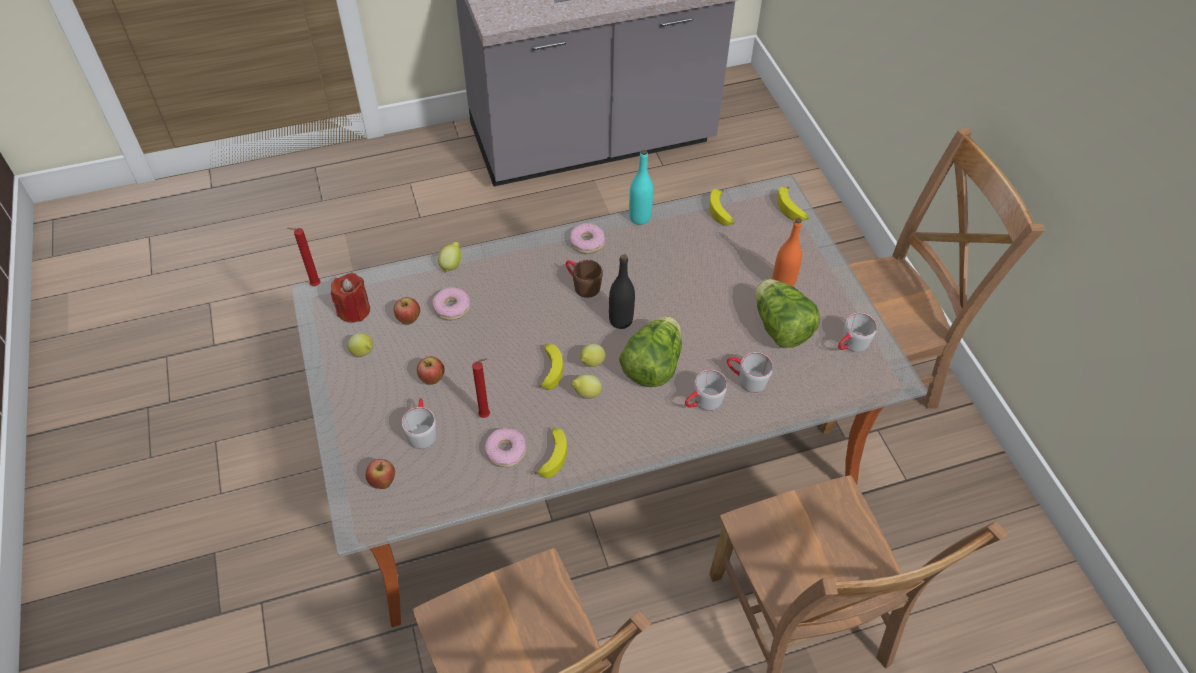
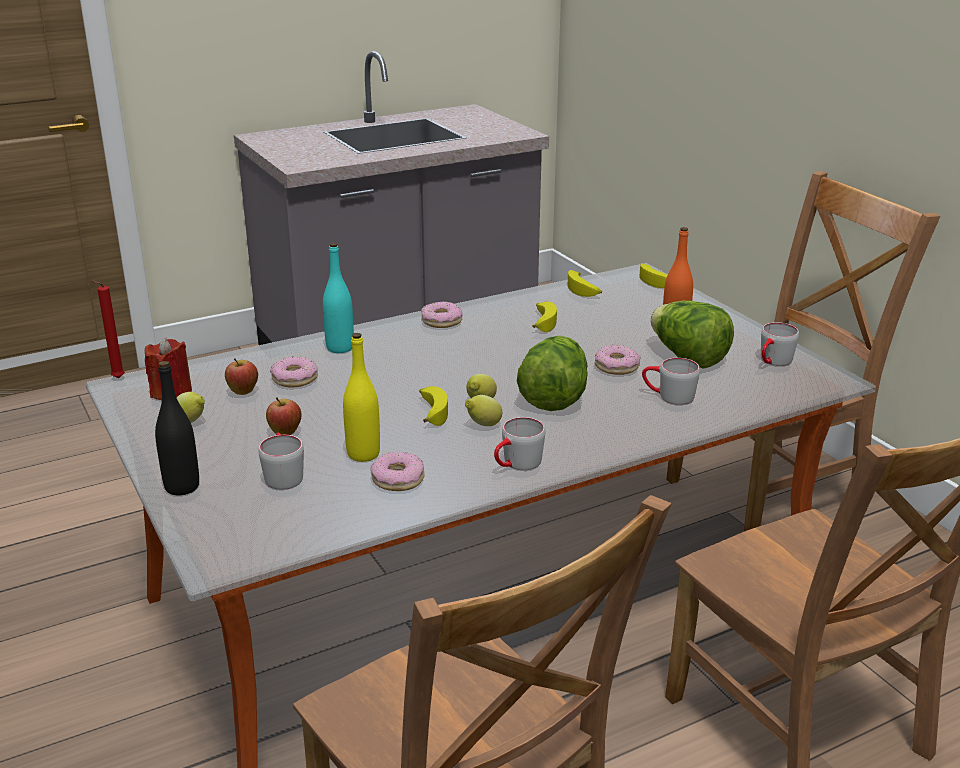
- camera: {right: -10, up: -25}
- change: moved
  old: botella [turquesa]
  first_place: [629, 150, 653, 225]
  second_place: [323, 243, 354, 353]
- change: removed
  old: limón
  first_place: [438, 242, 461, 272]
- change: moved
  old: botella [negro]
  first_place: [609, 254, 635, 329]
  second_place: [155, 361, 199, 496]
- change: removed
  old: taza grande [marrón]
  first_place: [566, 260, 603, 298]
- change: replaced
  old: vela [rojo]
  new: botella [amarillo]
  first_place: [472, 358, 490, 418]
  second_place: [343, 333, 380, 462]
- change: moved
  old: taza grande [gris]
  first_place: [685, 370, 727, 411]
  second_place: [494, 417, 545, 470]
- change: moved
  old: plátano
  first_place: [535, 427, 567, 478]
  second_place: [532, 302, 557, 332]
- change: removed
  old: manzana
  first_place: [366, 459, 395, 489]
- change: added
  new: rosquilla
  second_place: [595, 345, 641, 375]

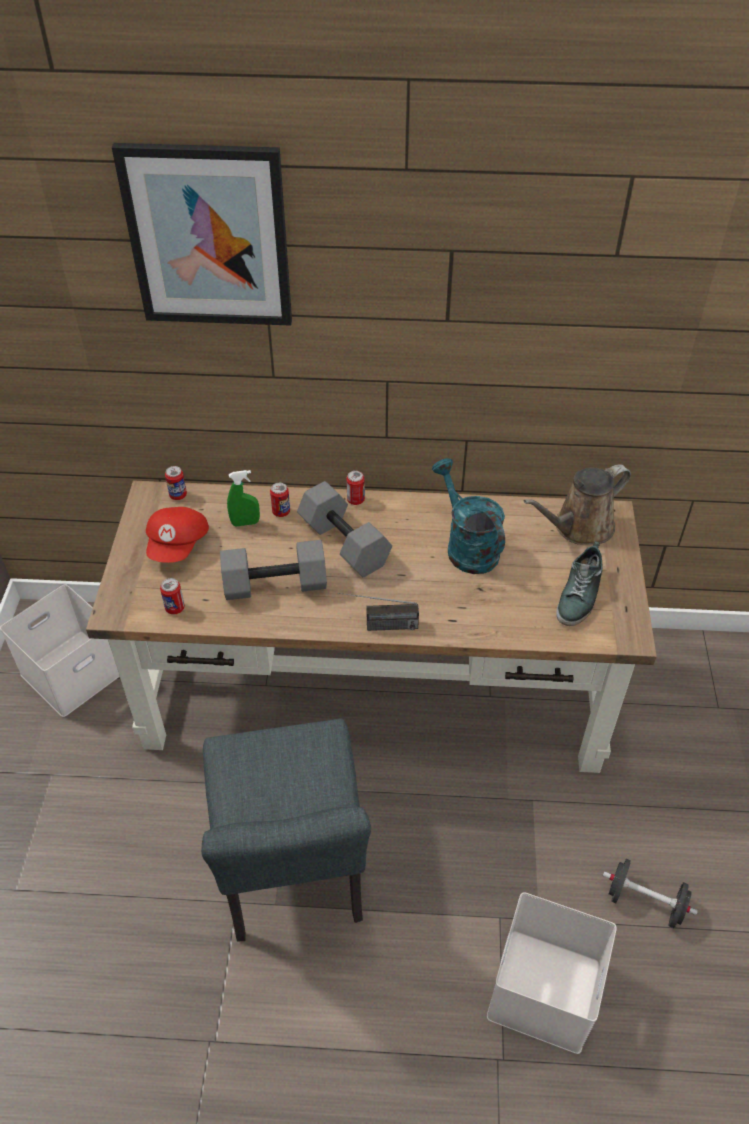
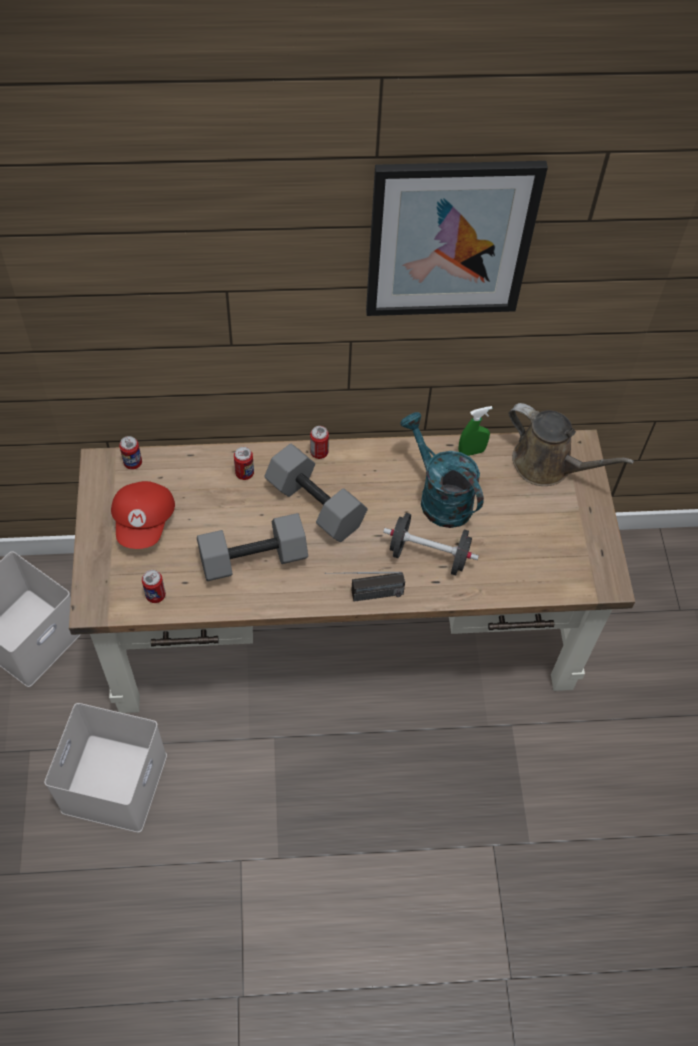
- camera: {right: -10, up: 10}
- change: moved
  old: cuadro
  first_place: [112, 143, 292, 326]
  second_place: [366, 161, 548, 316]
- change: turned
  old: regadera [marrón]
  first_place: [524, 464, 631, 545]
  second_place: [509, 403, 634, 486]
  degrees: -105
- change: moved
  old: pulverizador [verde]
  first_place: [227, 470, 260, 526]
  second_place: [458, 406, 492, 456]
- change: removed
  old: zapato
  first_place: [556, 541, 603, 626]
- change: removed
  old: silla [gris]
  first_place: [201, 719, 371, 941]
- change: moved
  old: mancuerna [negro]
  first_place: [603, 859, 698, 928]
  second_place: [383, 513, 479, 575]
- change: moved
  old: caja de almacenaje [blanco]
  first_place: [487, 892, 617, 1054]
  second_place: [44, 703, 167, 833]

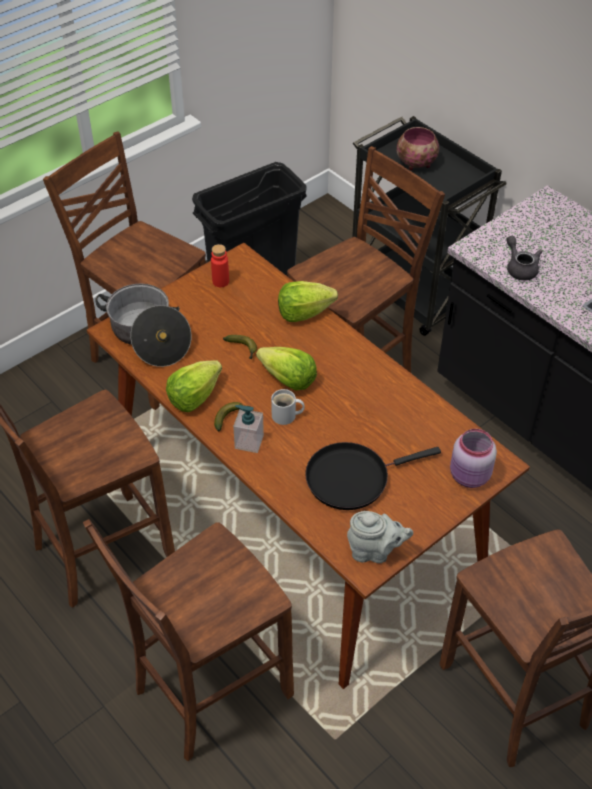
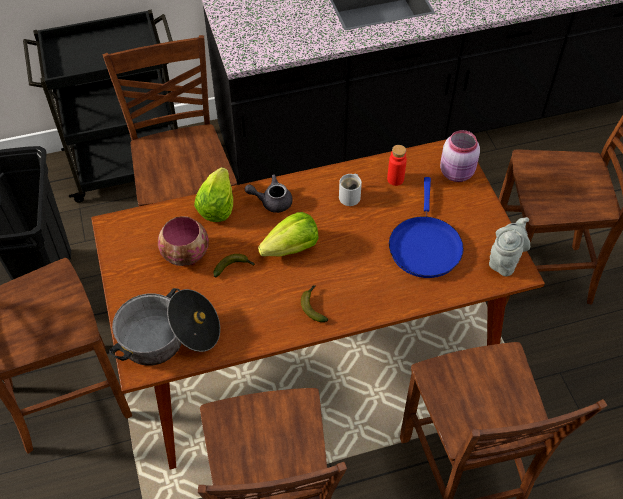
- camera: {right: -65, up: 5}
- change: moved
  old: cuenco
  first_place: [396, 127, 439, 170]
  second_place: [158, 216, 209, 266]
- change: moved
  old: tetera [gris]
  first_place: [506, 236, 542, 280]
  second_place: [245, 174, 293, 213]
- change: moved
  old: botella [rojo]
  first_place: [211, 244, 229, 287]
  second_place: [387, 145, 407, 186]
- change: removed
  old: lechuga
  first_place: [166, 360, 222, 412]
- change: moved
  old: taza grande [blanco]
  first_place: [271, 389, 305, 425]
  second_place: [339, 174, 362, 206]
- change: removed
  old: dispensador de jabón
  first_place: [233, 405, 264, 453]
- change: recoloured
  old: sartén [negro]
  new: sartén [azul]
  first_place: [305, 442, 441, 510]
  second_place: [389, 177, 464, 278]

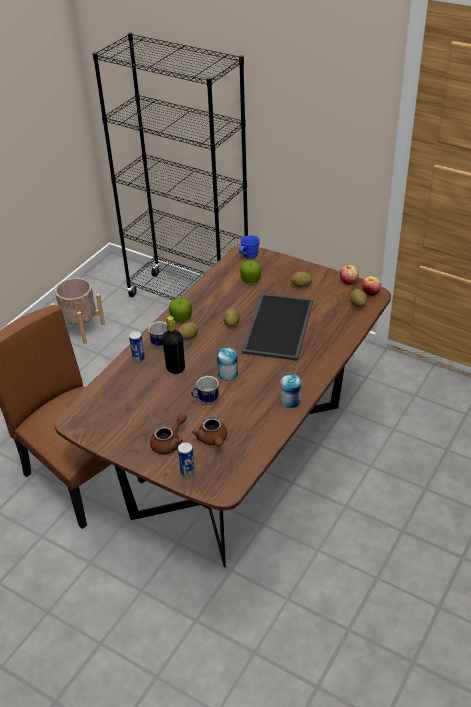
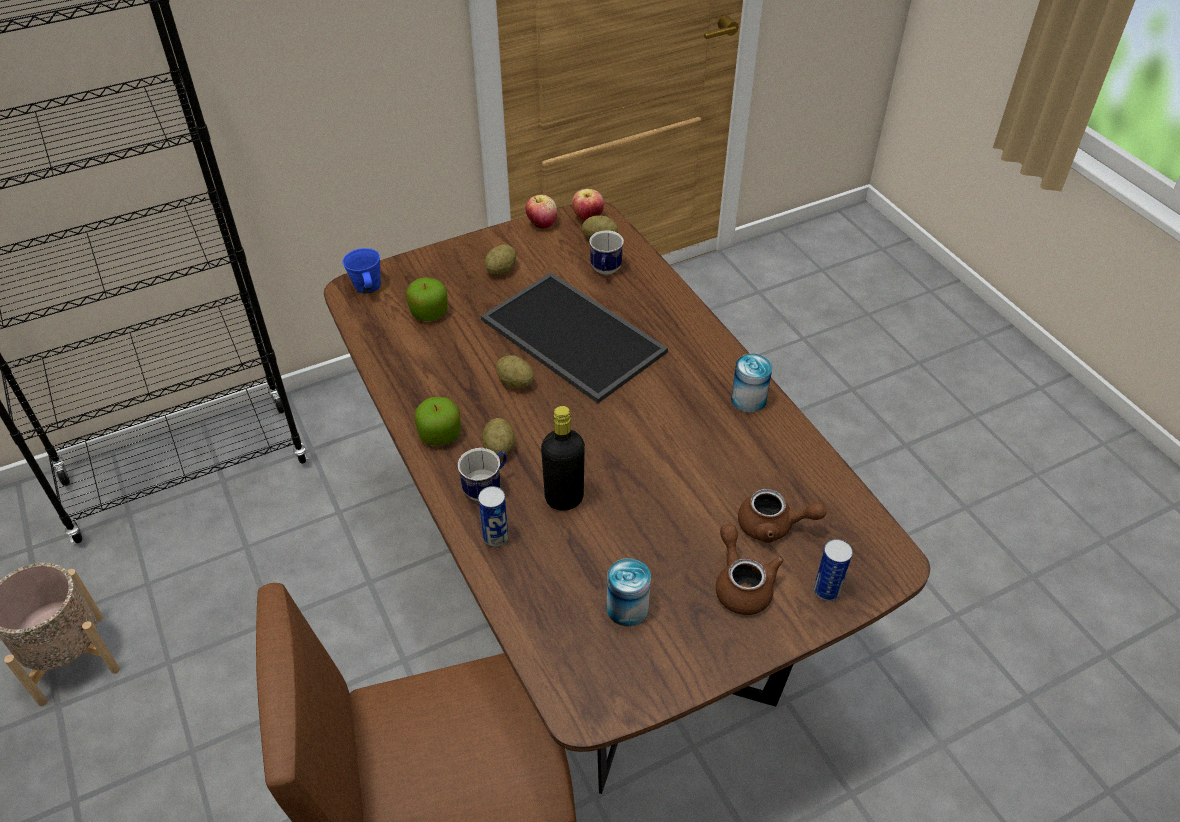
- camera: {right: -60, up: 5}
- change: moved
  old: lata
  first_place: [217, 347, 238, 380]
  second_place: [607, 558, 651, 627]
- change: moved
  old: taza grande
  first_place: [191, 376, 219, 404]
  second_place: [589, 230, 624, 274]

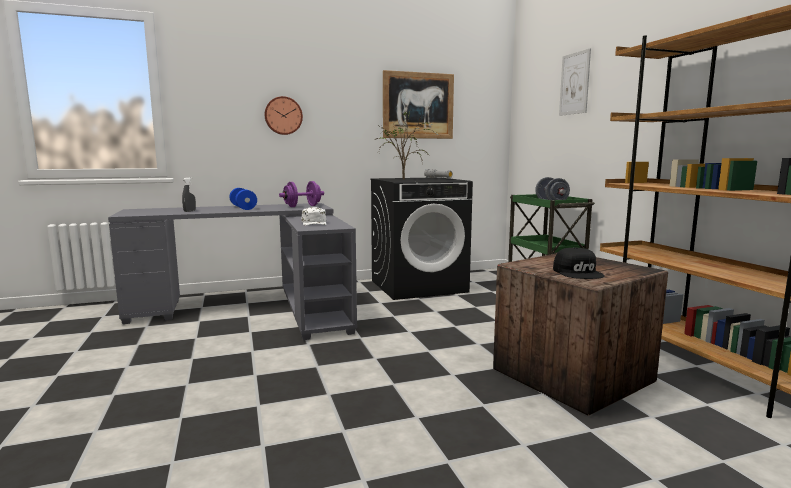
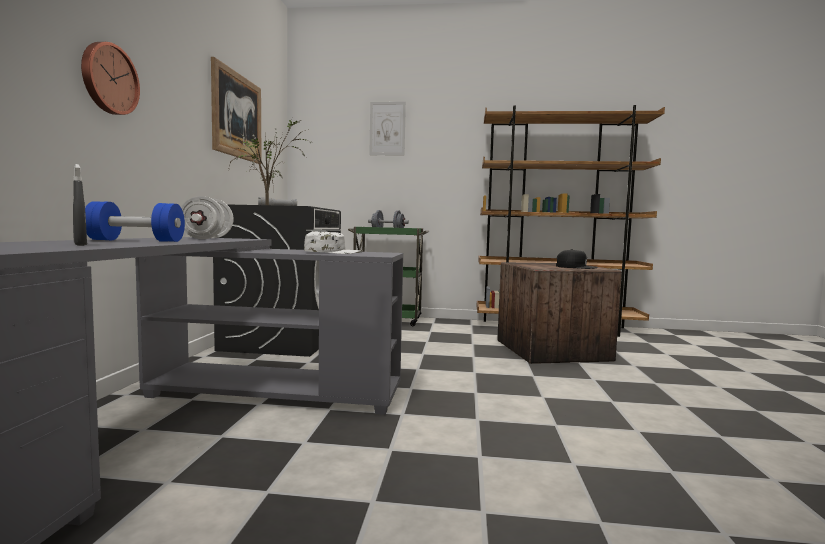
- camera: {right: -65, up: -5}
- change: recoloured
  old: mancuerna [morado]
  new: mancuerna [blanco]
  first_place: [279, 181, 324, 207]
  second_place: [181, 196, 234, 239]

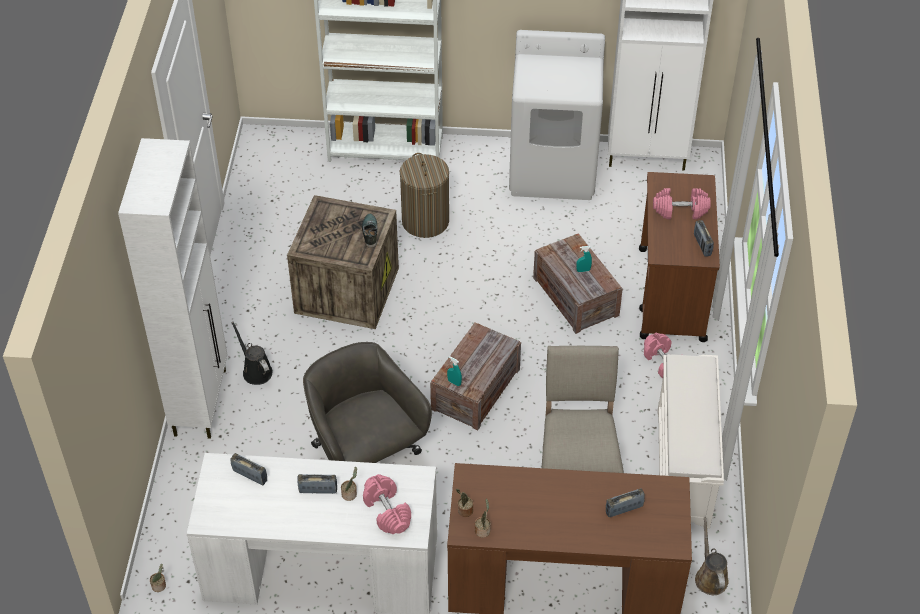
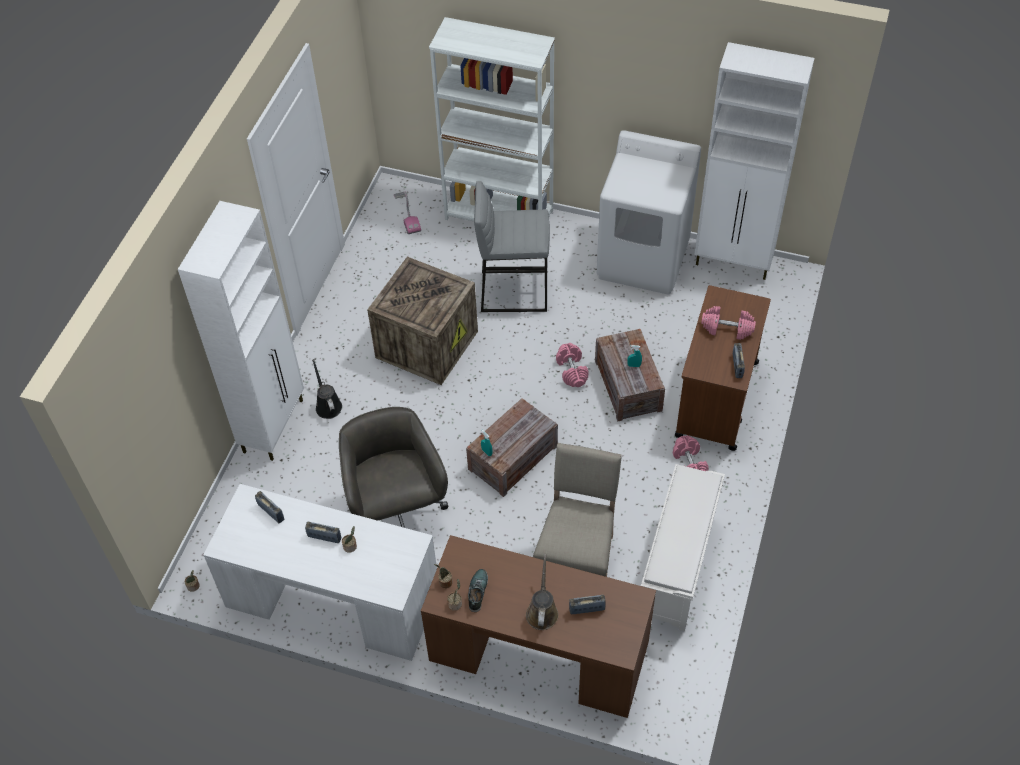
- camera: {right: 15, up: 5}
- change: replaced
  old: cesto de la ropa
  new: taburete [gris]
  first_place: [400, 153, 449, 238]
  second_place: [474, 181, 550, 312]
- change: moved
  old: zapato
  first_place: [362, 214, 378, 248]
  second_place: [468, 569, 488, 612]
- change: moved
  old: mancuerna [rosa]
  first_place: [363, 474, 411, 534]
  second_place: [556, 343, 588, 387]
- change: moved
  old: regadera [marrón]
  first_place: [695, 517, 728, 595]
  second_place: [526, 554, 559, 630]
- change: added
  new: aspiradora
  second_place: [394, 192, 421, 234]

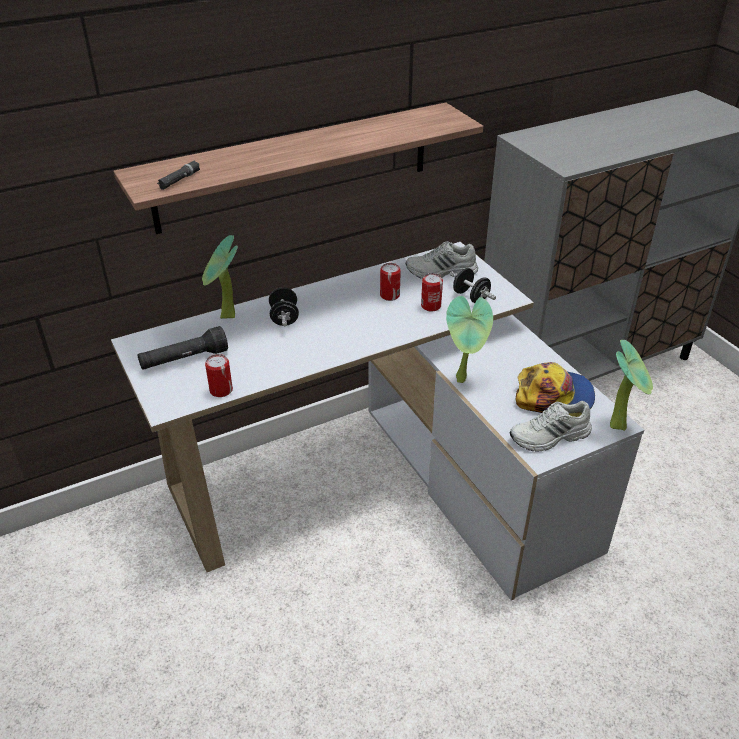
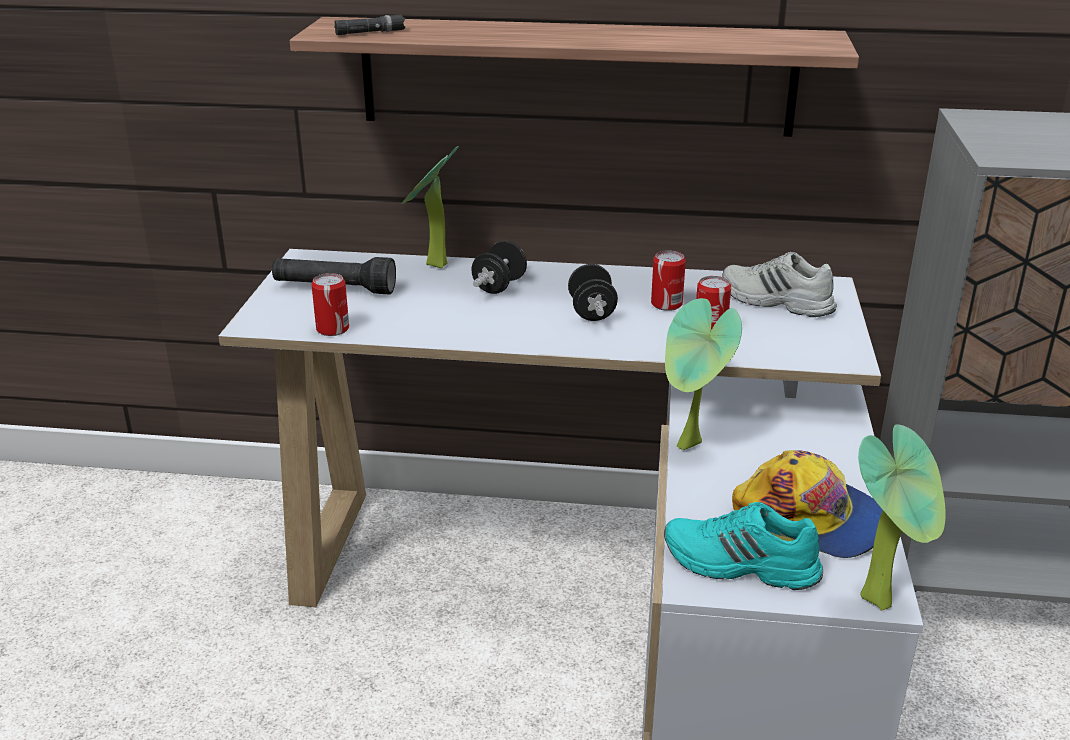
- camera: {right: 35, up: -10}
- change: moved
  old: mancuerna [negro]
  first_place: [450, 268, 496, 303]
  second_place: [568, 264, 618, 321]
- change: recoloured
  old: zapato [blanco]
  new: zapato [turquesa]
  first_place: [510, 401, 592, 452]
  second_place: [664, 502, 824, 590]

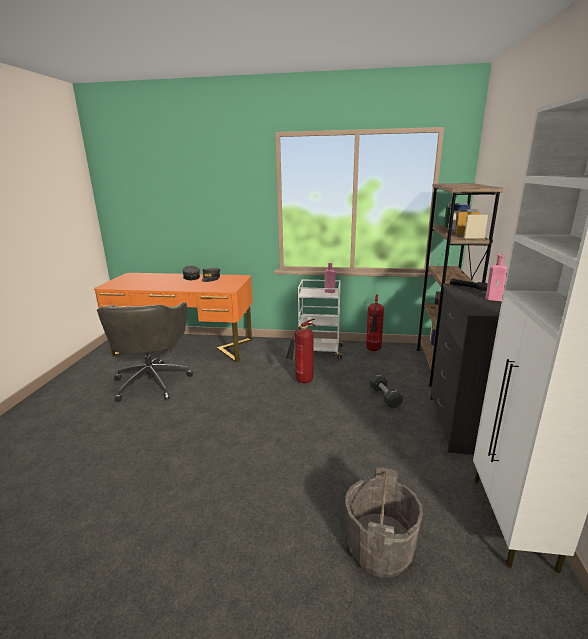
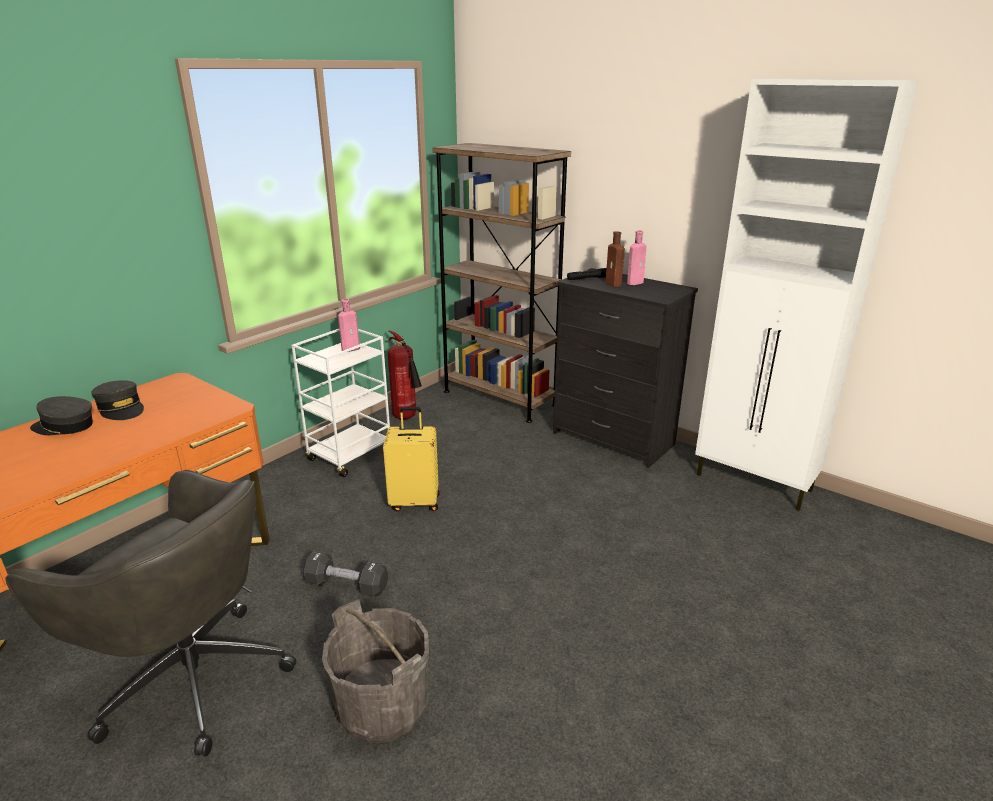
- camera: {right: -60, up: 5}
- change: replaced
  old: extintor
  new: maleta [amarillo]
  first_place: [286, 319, 315, 383]
  second_place: [383, 407, 440, 511]
- change: moved
  old: mancuerna [negro]
  first_place: [369, 373, 403, 409]
  second_place: [302, 551, 388, 597]
- change: moved
  old: cubo [gris]
  first_place: [345, 467, 423, 578]
  second_place: [322, 599, 429, 743]
- change: added
  new: botella [marrón]
  second_place: [605, 231, 625, 287]

